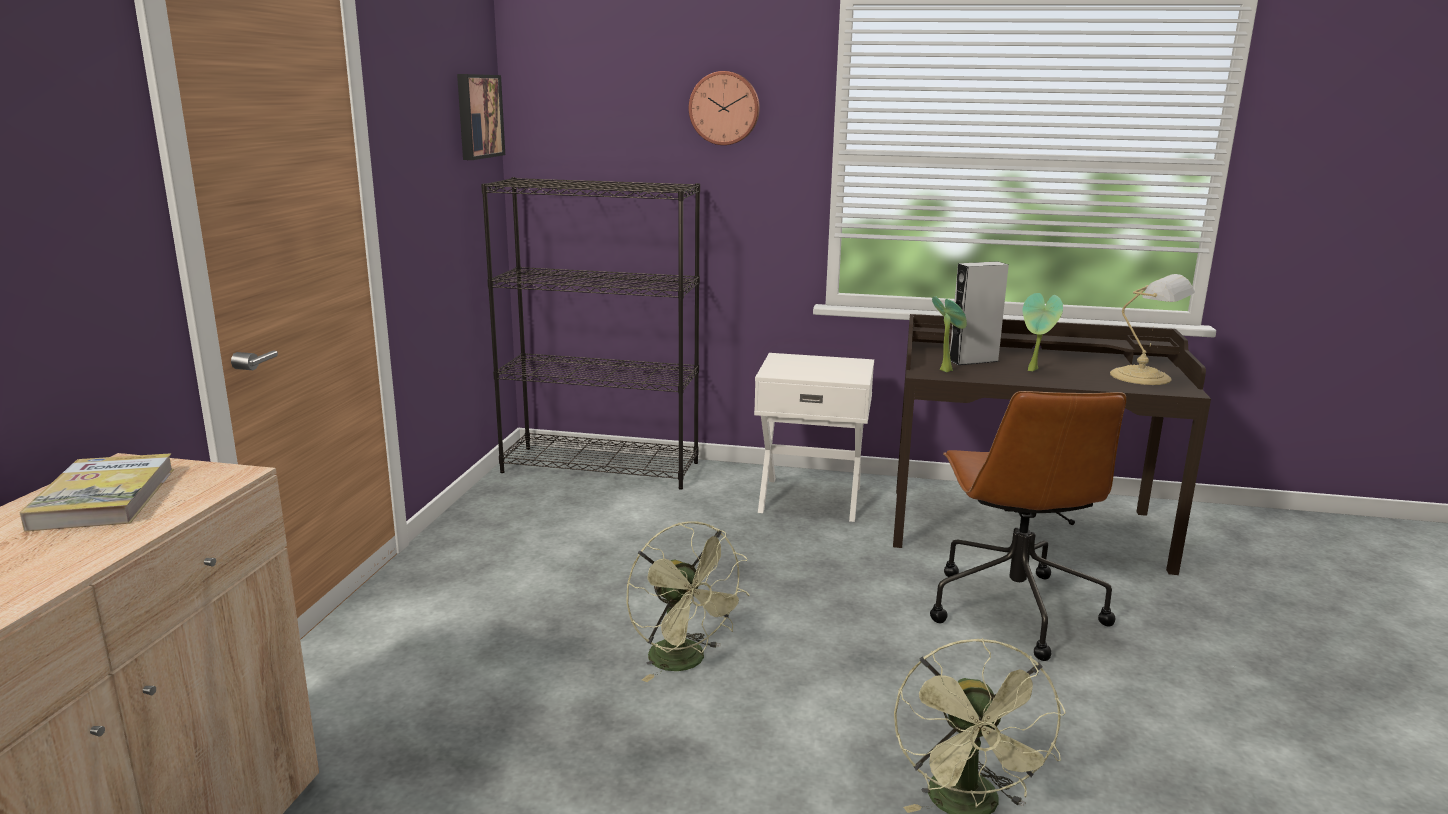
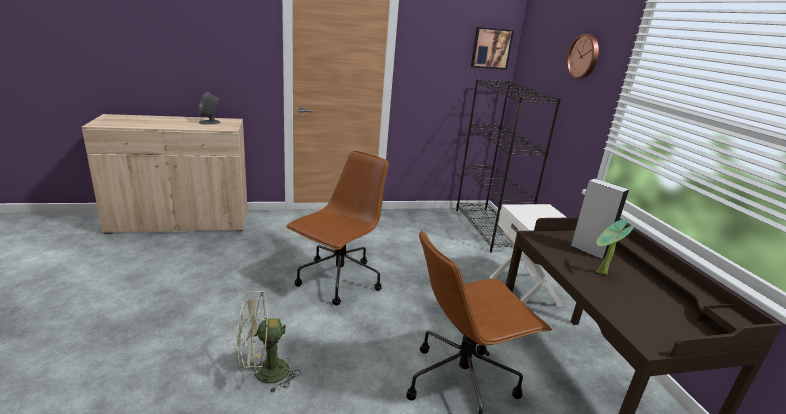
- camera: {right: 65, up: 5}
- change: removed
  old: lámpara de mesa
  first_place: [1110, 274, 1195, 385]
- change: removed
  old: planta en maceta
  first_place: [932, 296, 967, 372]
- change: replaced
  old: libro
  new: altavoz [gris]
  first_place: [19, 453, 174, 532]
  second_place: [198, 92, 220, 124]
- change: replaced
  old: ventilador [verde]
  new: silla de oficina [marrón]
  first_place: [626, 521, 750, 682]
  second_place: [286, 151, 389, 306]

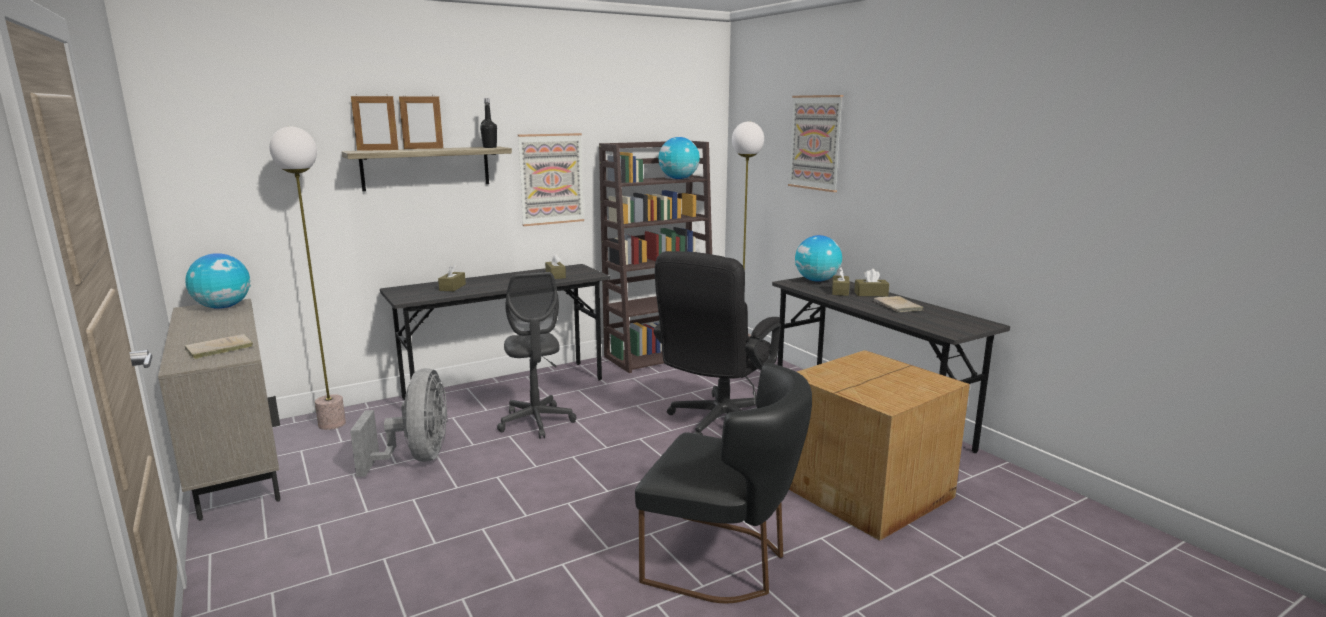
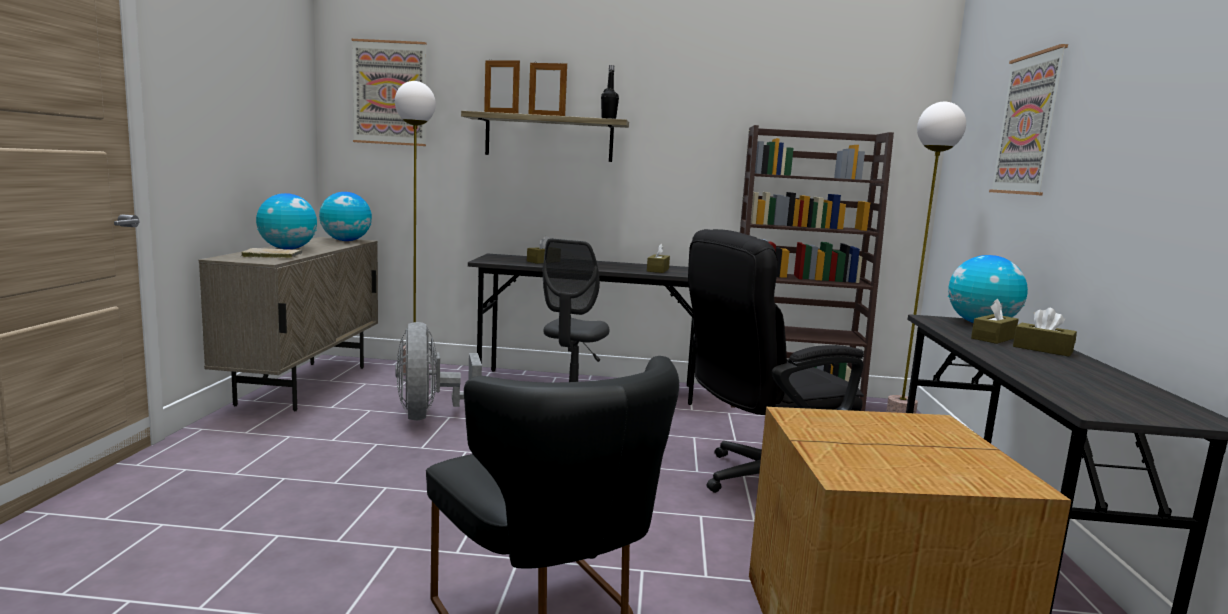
- camera: {right: 35, up: -5}
- change: moved
  old: cuadro
  first_place: [518, 133, 584, 226]
  second_place: [352, 39, 427, 146]
- change: moved
  old: globo terráqueo
  first_place: [659, 137, 700, 179]
  second_place: [256, 193, 317, 249]
- change: removed
  old: libro [beis]
  first_place: [873, 296, 924, 312]
- change: turned
  old: ventilador [gris]
  first_place: [350, 368, 448, 477]
  second_place: [395, 322, 482, 420]
  degrees: 135

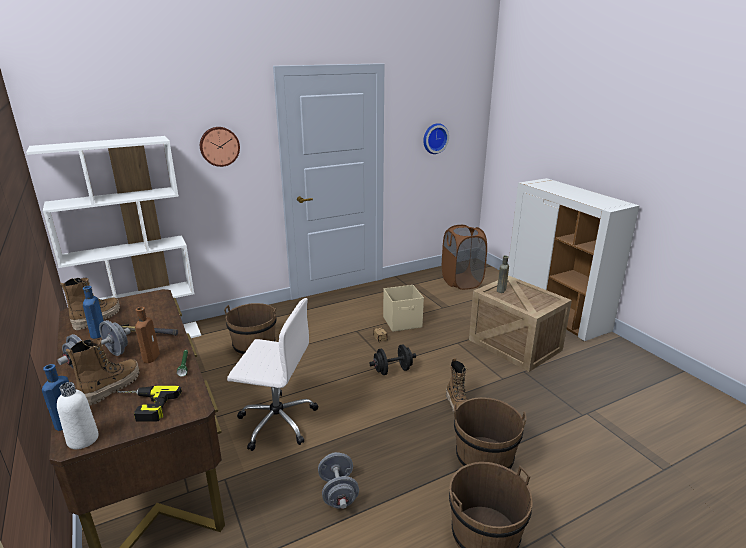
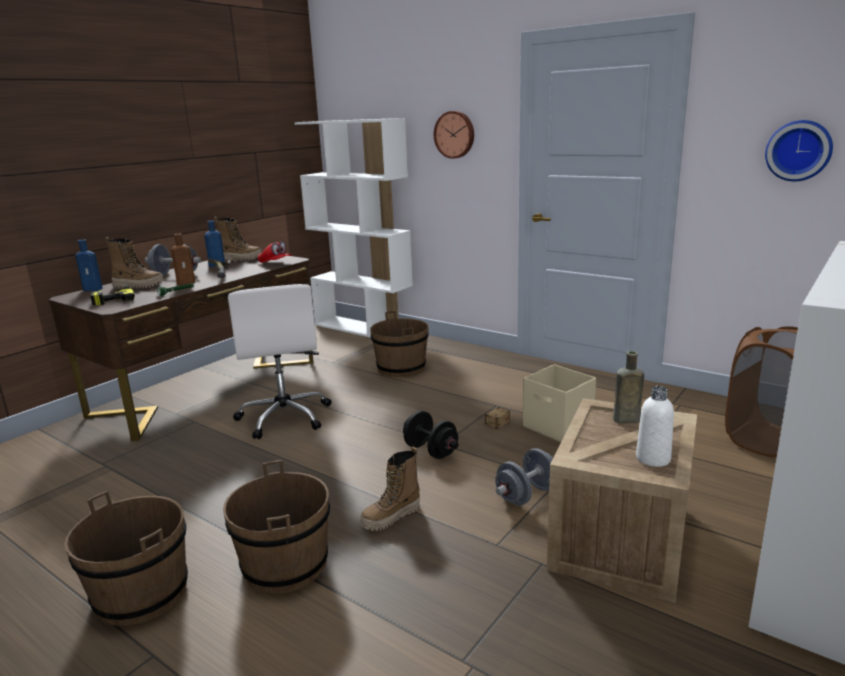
- camera: {right: 65, up: -5}
- change: moved
  old: botella [blanco]
  first_place: [57, 382, 99, 449]
  second_place: [636, 386, 674, 467]
- change: moved
  old: mancuerna [gris]
  first_place: [318, 452, 359, 509]
  second_place: [495, 448, 553, 506]
- change: added
  new: gorra [rojo]
  second_place: [258, 241, 292, 263]

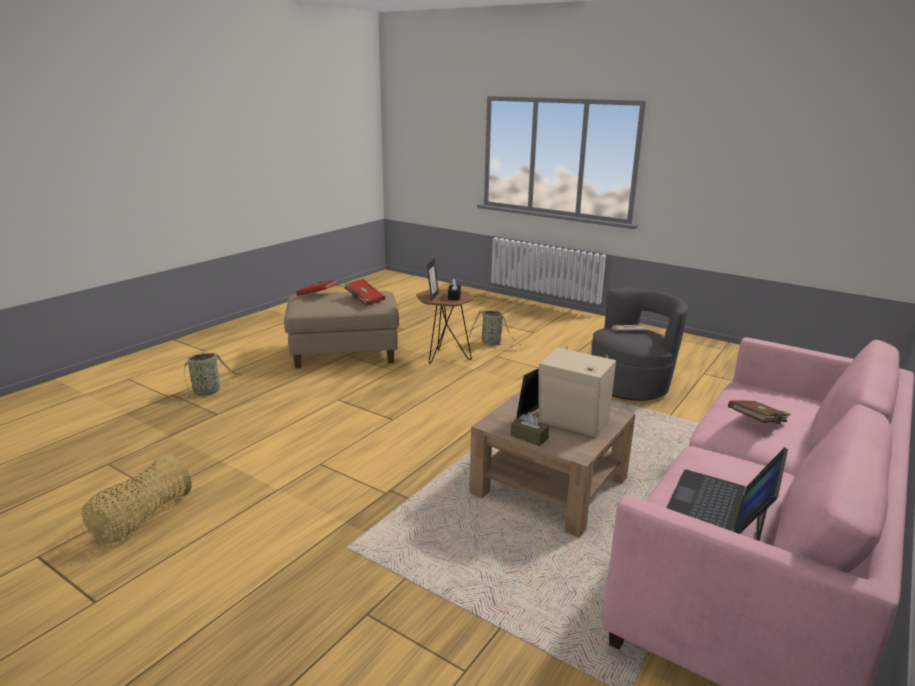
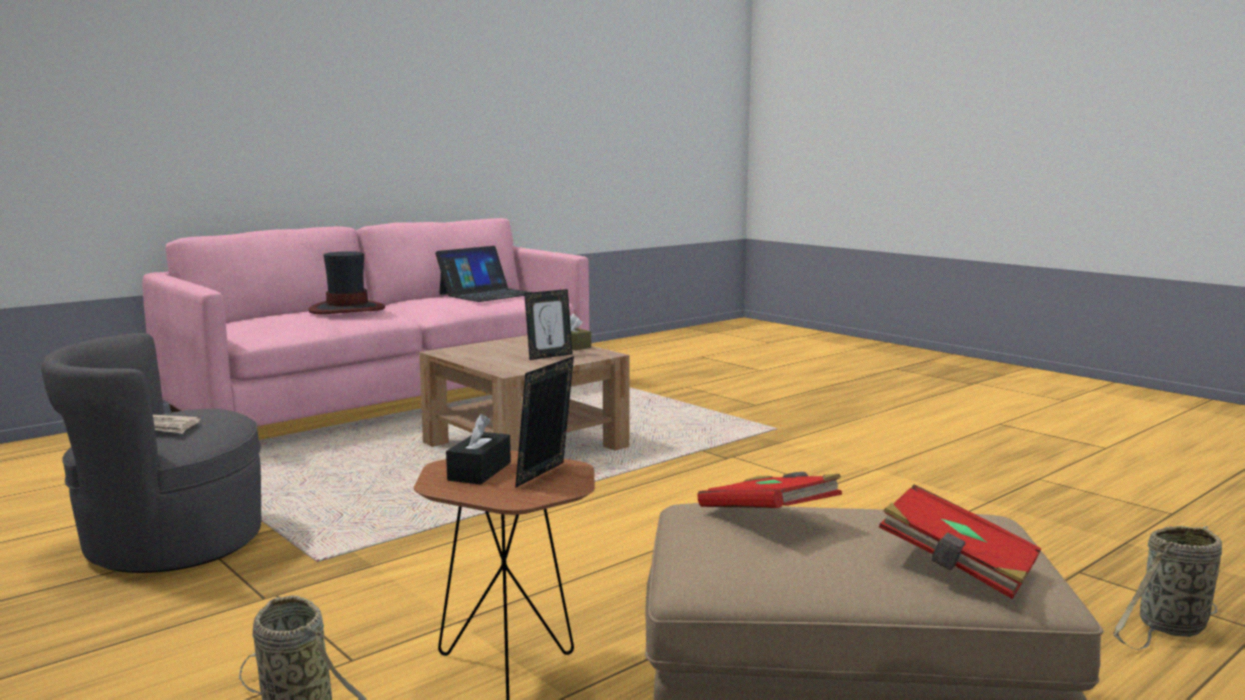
- camera: {right: -165, up: -10}
- change: removed
  old: altavoz [beis]
  first_place: [538, 346, 616, 438]
- change: replaced
  old: libro [marrón]
  new: sombrero
  first_place: [728, 400, 791, 424]
  second_place: [309, 251, 385, 314]
- change: removed
  old: cesta
  first_place: [81, 454, 192, 543]

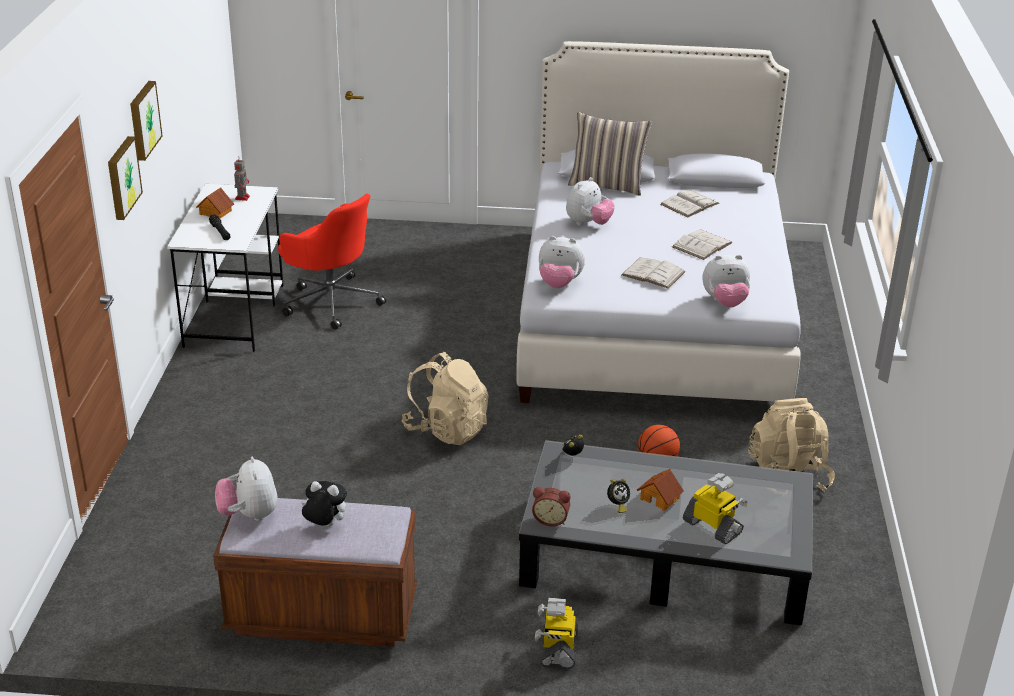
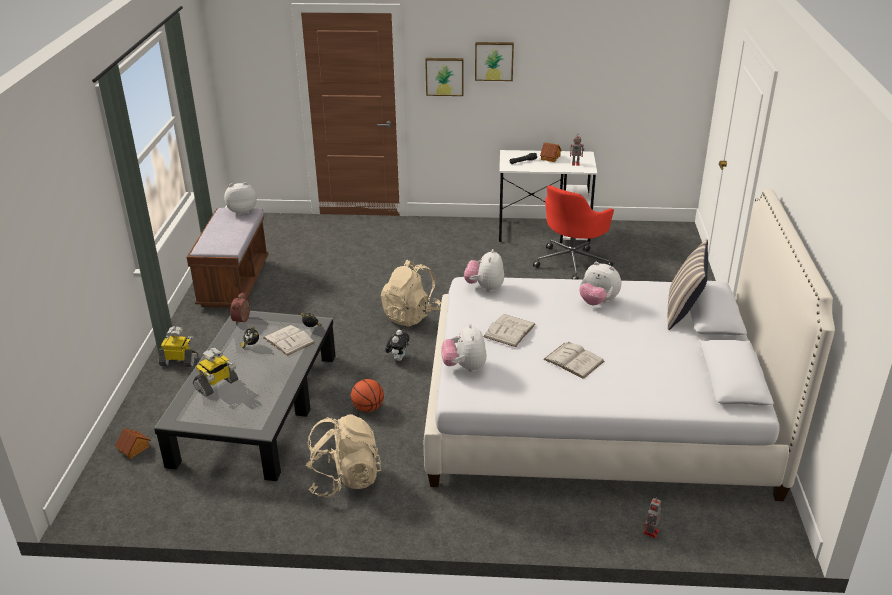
- camera: {right: 90, up: 0}
- change: moved
  old: libro [blanco]
  first_place: [660, 190, 720, 218]
  second_place: [263, 325, 315, 356]
- change: moved
  old: casita
  first_place: [637, 469, 684, 511]
  second_place: [115, 428, 151, 459]
- change: moved
  old: peluche
  first_place: [302, 481, 347, 526]
  second_place: [386, 330, 409, 361]
- change: added
  new: robot de juguete
  second_place: [643, 497, 661, 539]

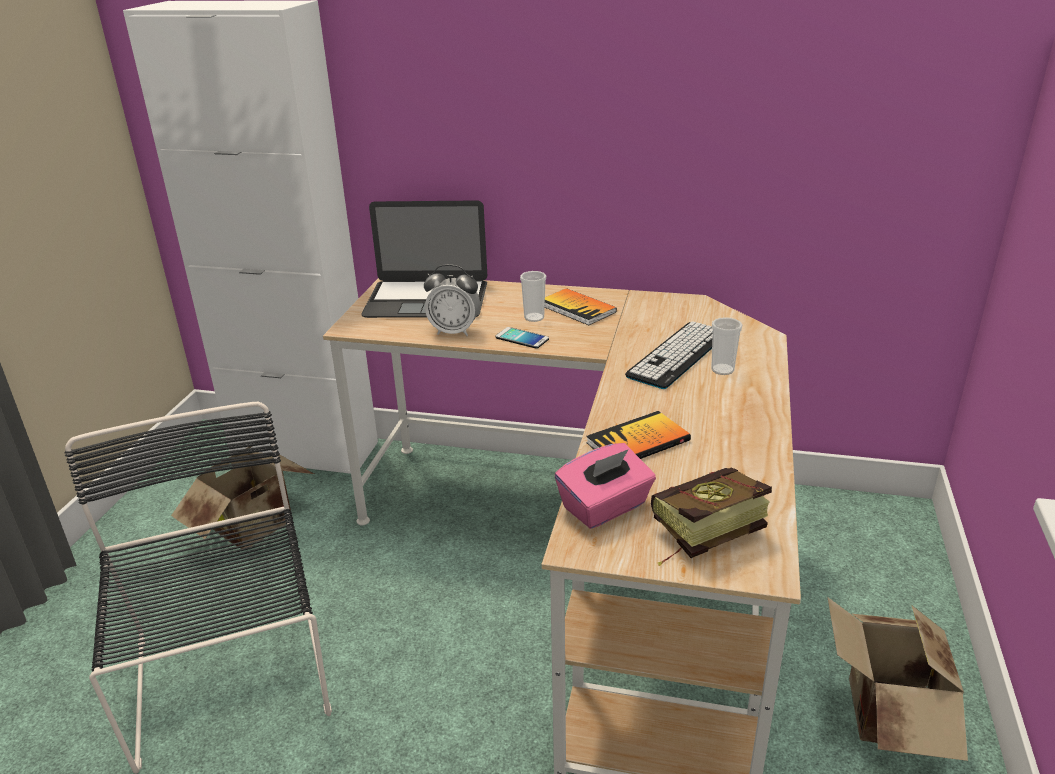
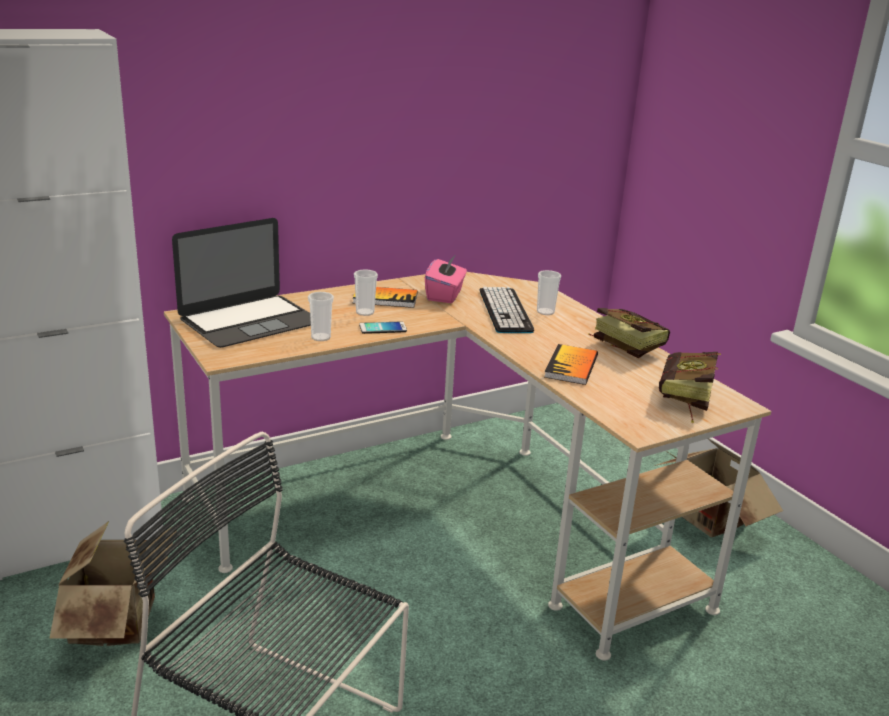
- camera: {right: -45, up: -5}
- change: replaced
  old: despertador
  new: taza
  first_place: [424, 264, 480, 336]
  second_place: [308, 292, 334, 341]
- change: moved
  old: caja de pañuelos [rosa]
  first_place: [555, 443, 656, 529]
  second_place: [425, 254, 467, 303]
- change: added
  new: libro
  second_place: [588, 308, 670, 358]

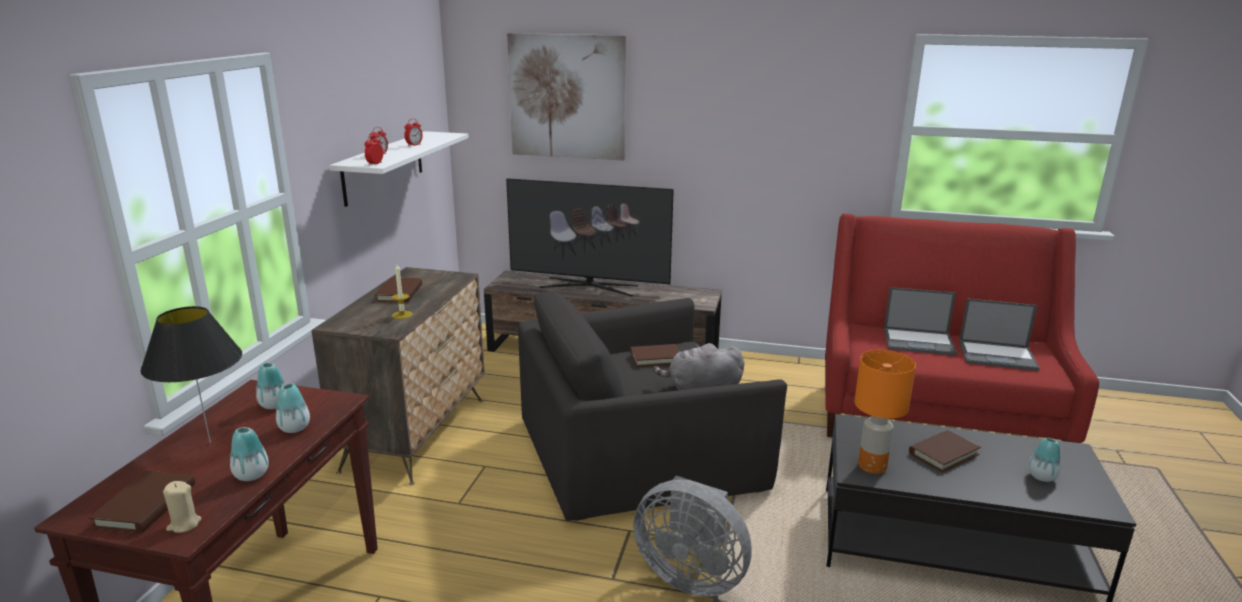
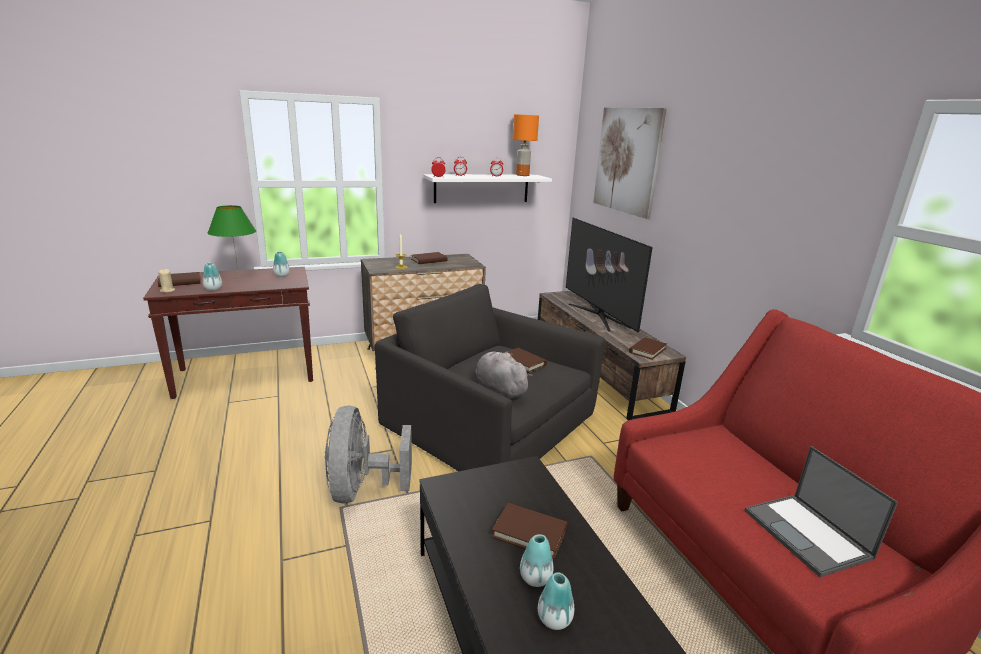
- camera: {right: 55, up: 0}
- change: removed
  old: portátil
  first_place: [884, 287, 957, 356]
- change: recoloured
  old: lámpara de mesa [negro]
  new: lámpara de mesa [verde]
  first_place: [140, 306, 242, 443]
  second_place: [208, 205, 256, 277]
- change: moved
  old: lámpara de mesa [naranja]
  first_place: [854, 350, 916, 474]
  second_place: [513, 114, 539, 176]
- change: moved
  old: florero
  first_place: [276, 383, 310, 433]
  second_place: [520, 534, 553, 587]
- change: added
  new: libro [marrón]
  second_place: [629, 337, 667, 360]

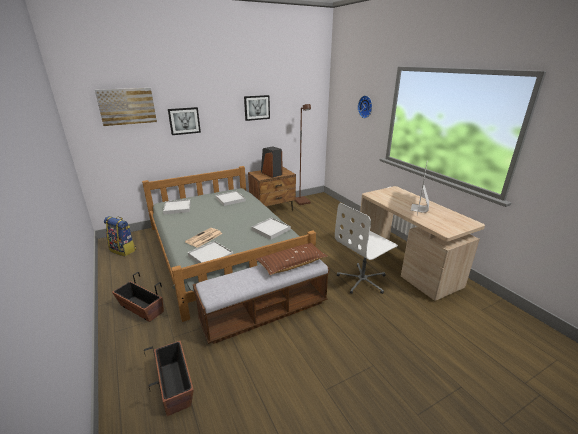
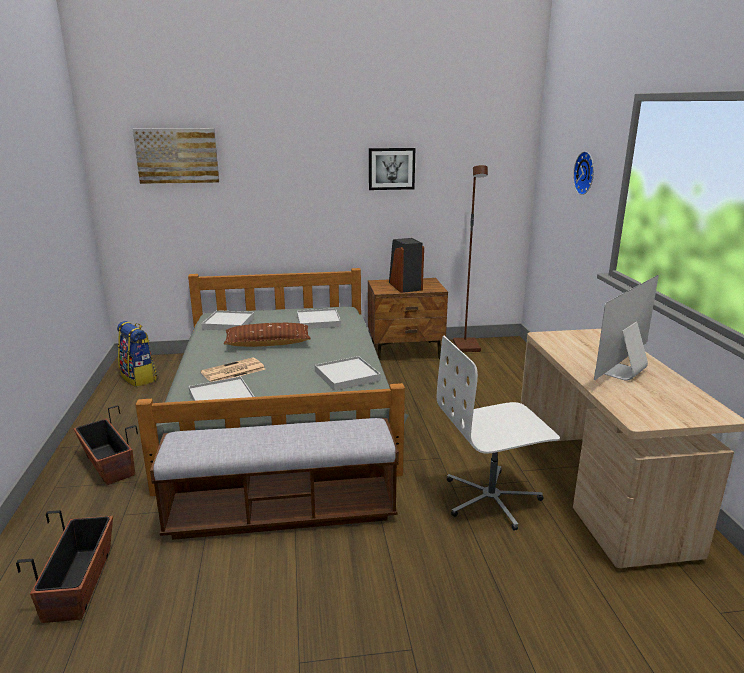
- camera: {right: 20, up: -5}
- change: removed
  old: cuadro
  first_place: [168, 107, 201, 135]
- change: moved
  old: cojín [marrón]
  first_place: [256, 243, 328, 275]
  second_place: [223, 323, 311, 347]

